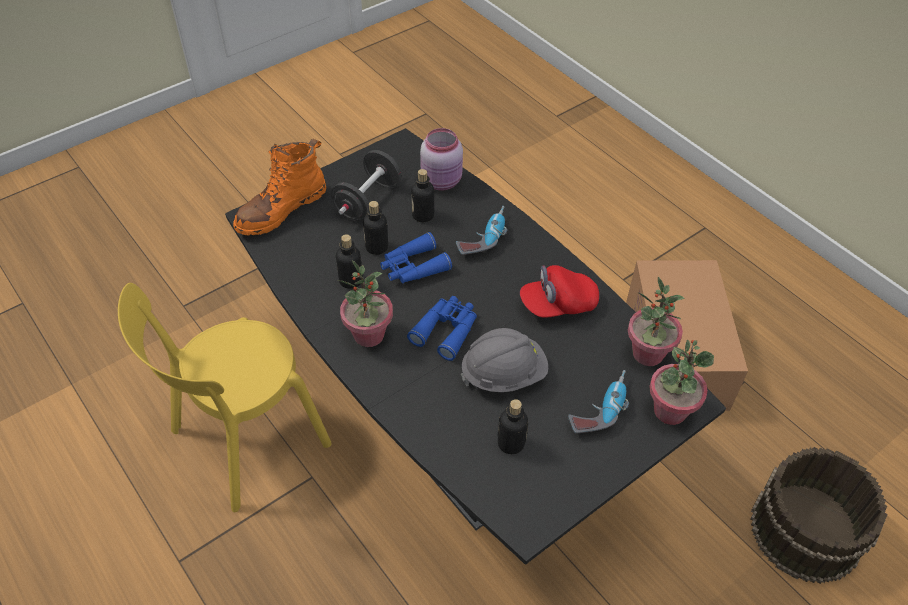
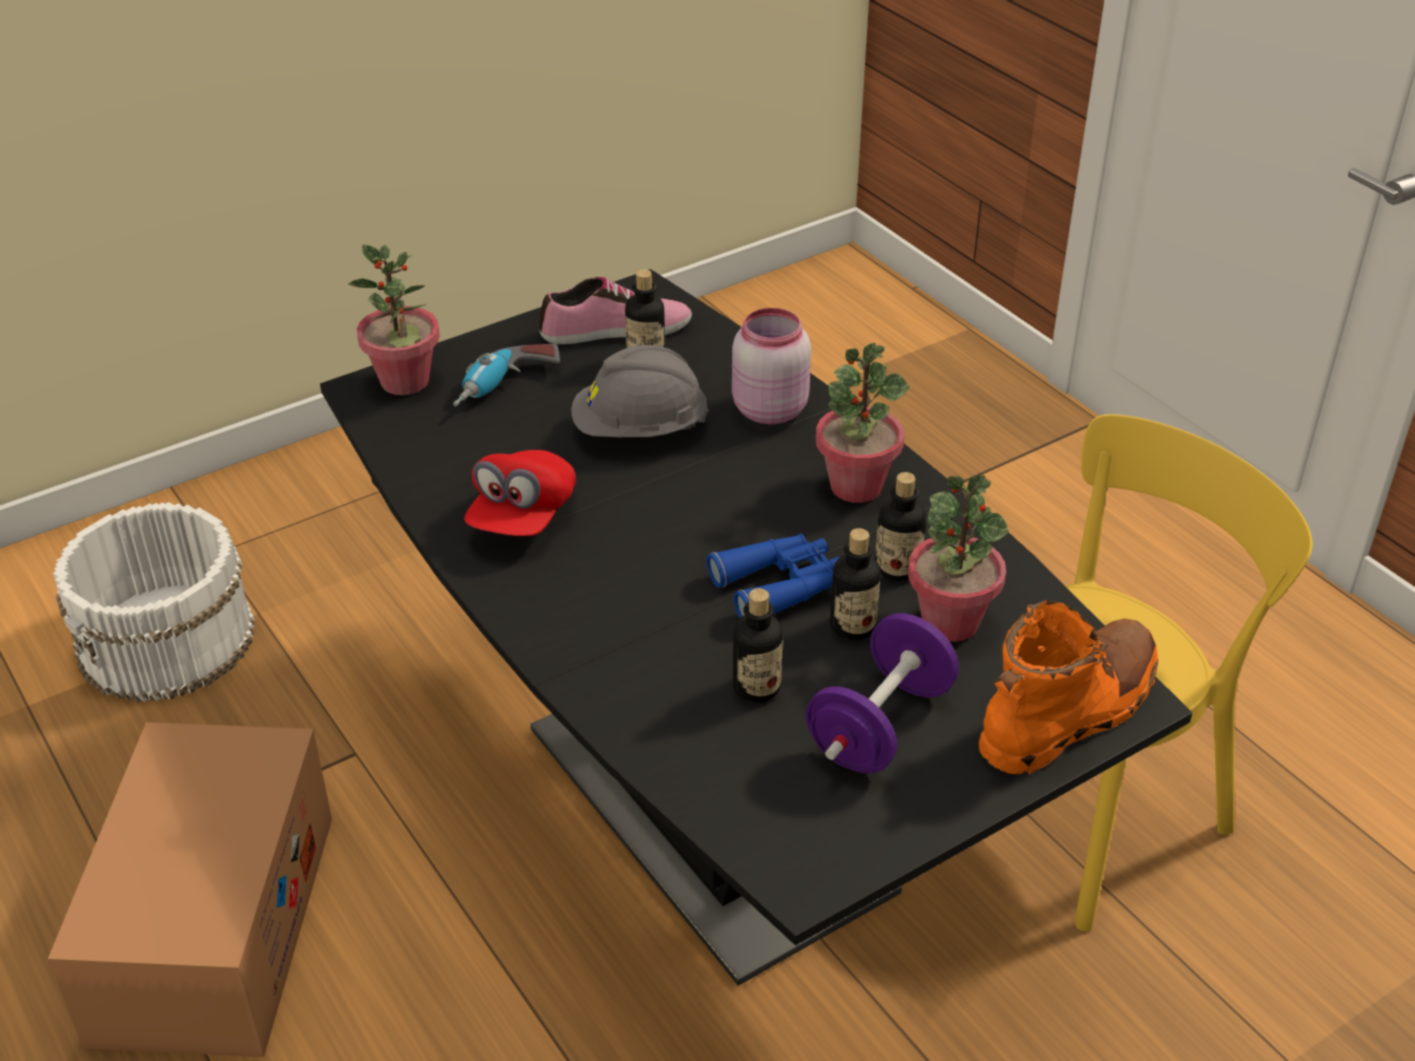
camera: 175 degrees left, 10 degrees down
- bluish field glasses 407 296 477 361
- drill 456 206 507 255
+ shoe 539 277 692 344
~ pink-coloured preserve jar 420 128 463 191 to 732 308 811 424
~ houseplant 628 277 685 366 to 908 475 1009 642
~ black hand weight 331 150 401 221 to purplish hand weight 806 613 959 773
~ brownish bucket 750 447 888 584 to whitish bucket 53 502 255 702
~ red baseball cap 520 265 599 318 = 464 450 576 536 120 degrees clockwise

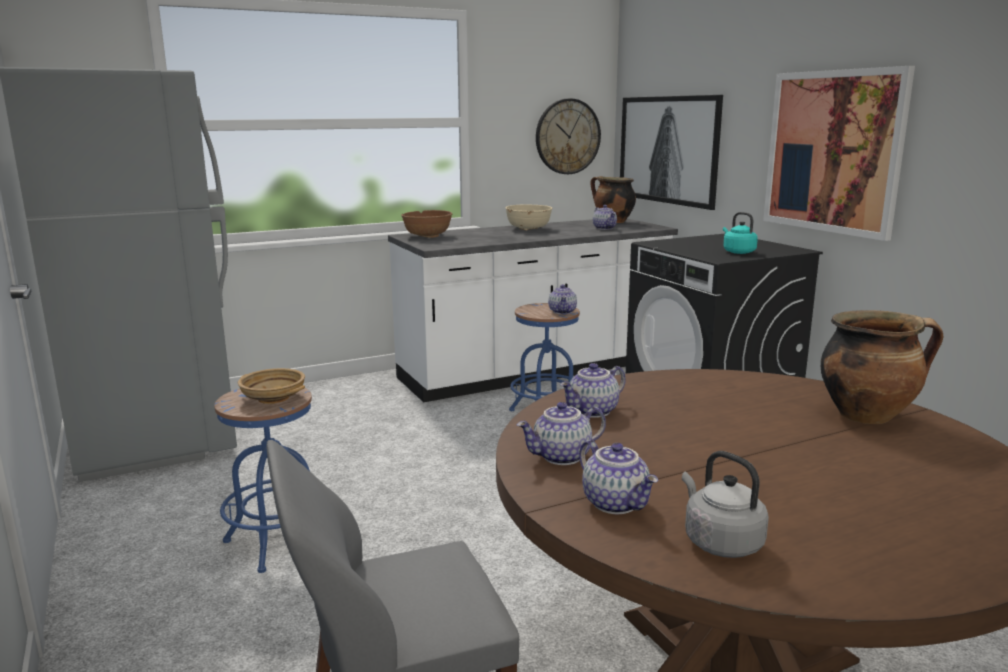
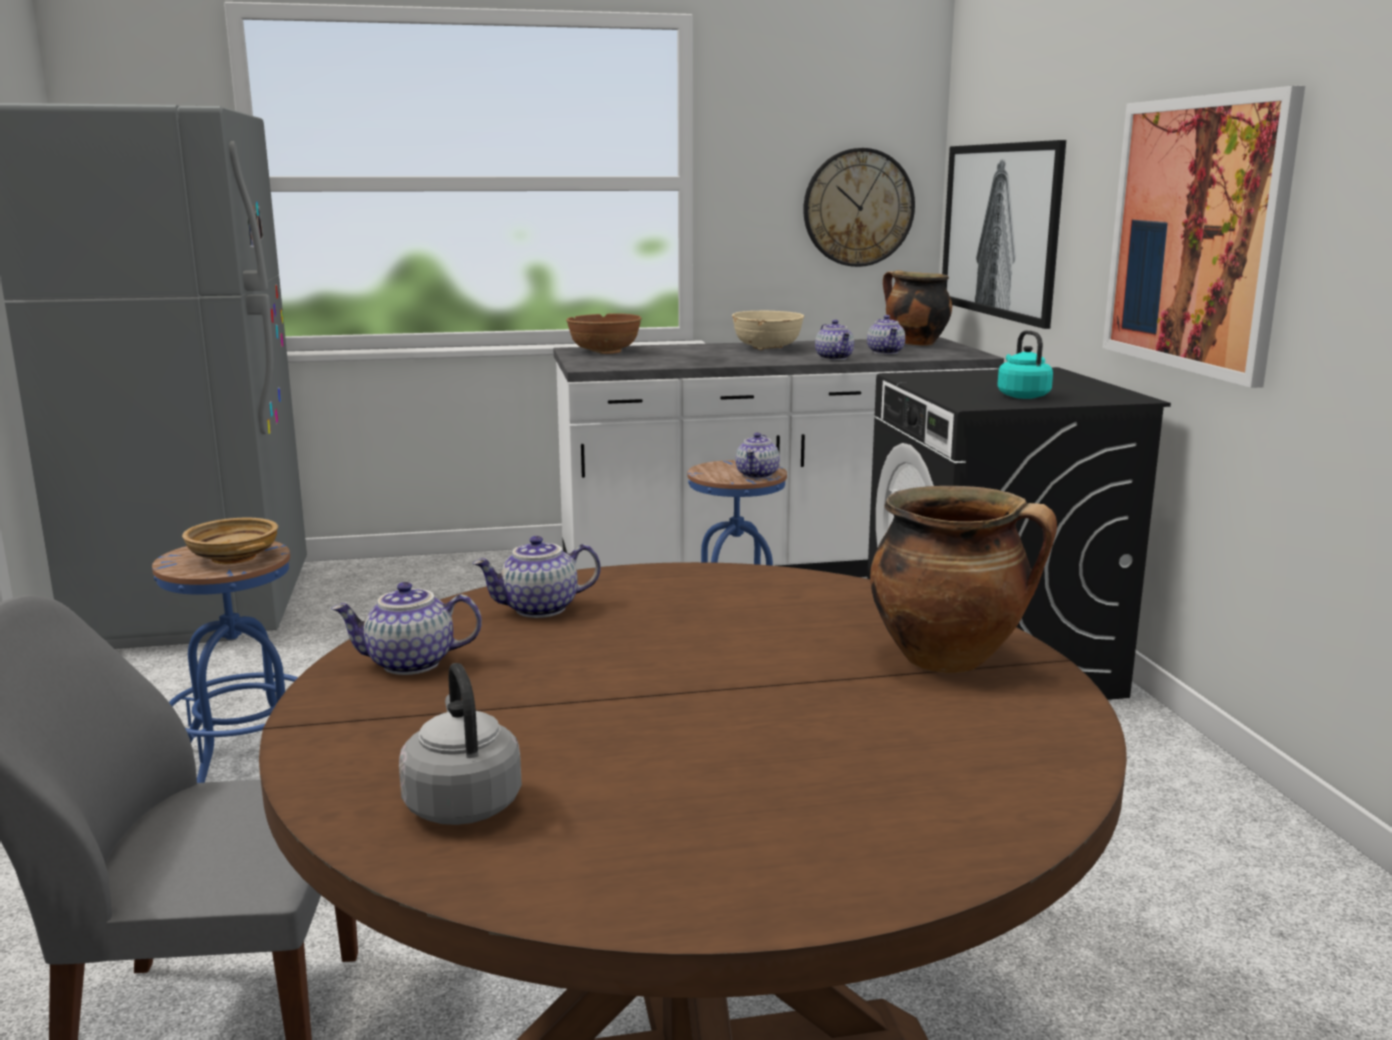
camera: 15 degrees right, 0 degrees up
~ pot for tea 579 440 658 514 to 815 320 854 360

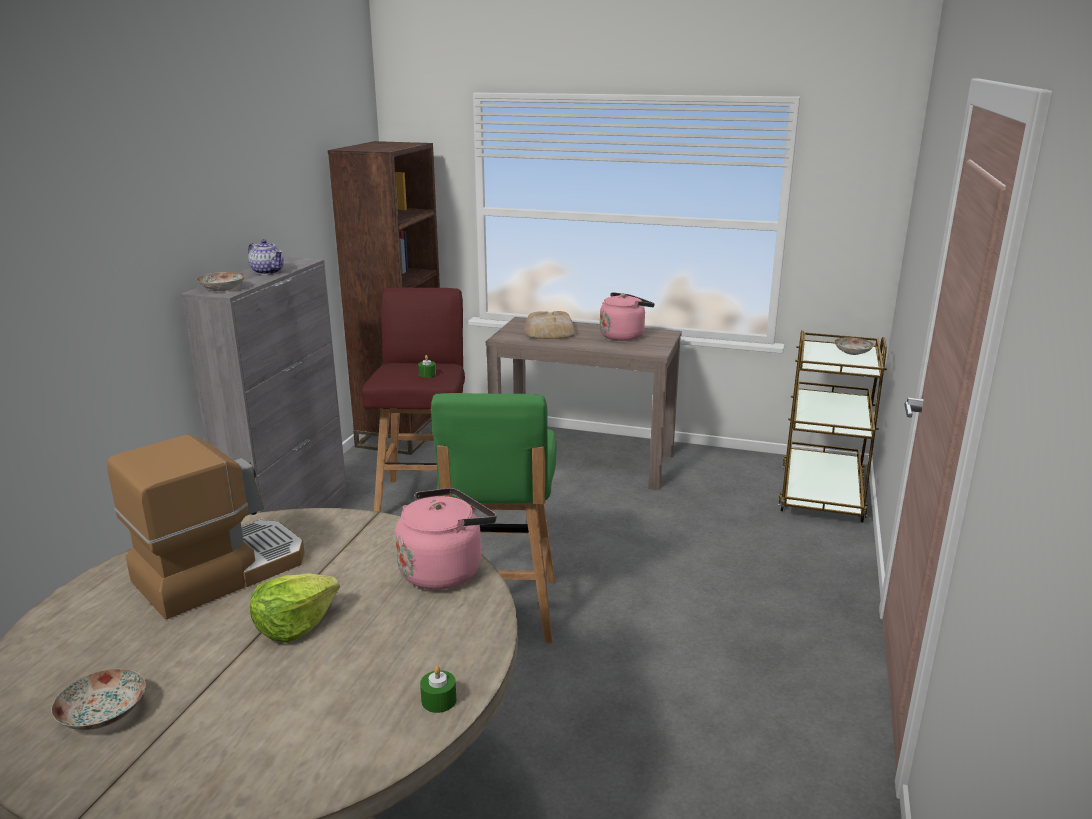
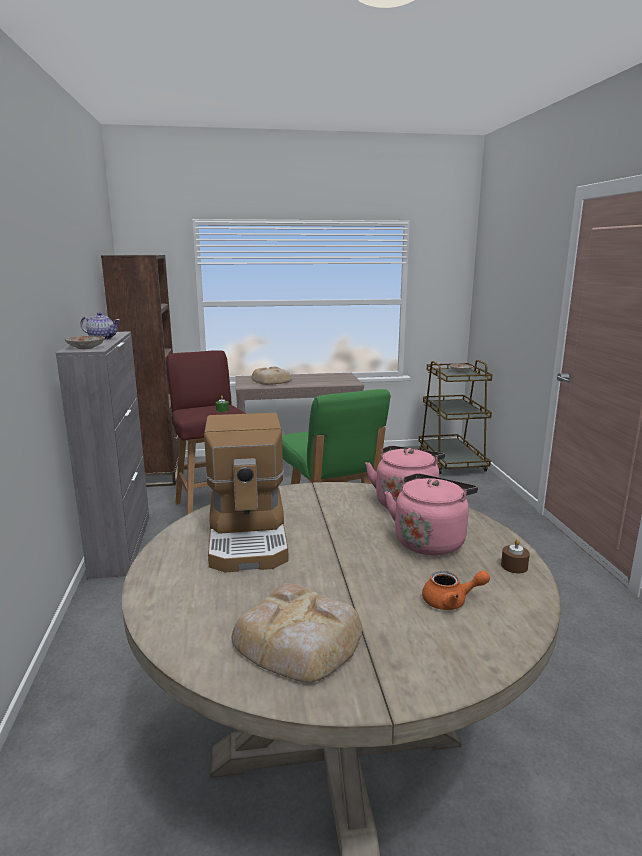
camera: 25 degrees left, 5 degrees down
- lettuce 250 573 340 643
+ orange pot for tea 422 570 490 610
~ pink-coloured tea kettle 600 292 655 341 to 385 473 478 556
~ flat dish 51 669 146 730 to baked bread 232 583 362 683
~ green-coloured wax candle 420 666 456 713 to brownish wax candle 501 539 530 573
~ coffee maker 107 434 305 619 = 204 413 289 573 150 degrees clockwise

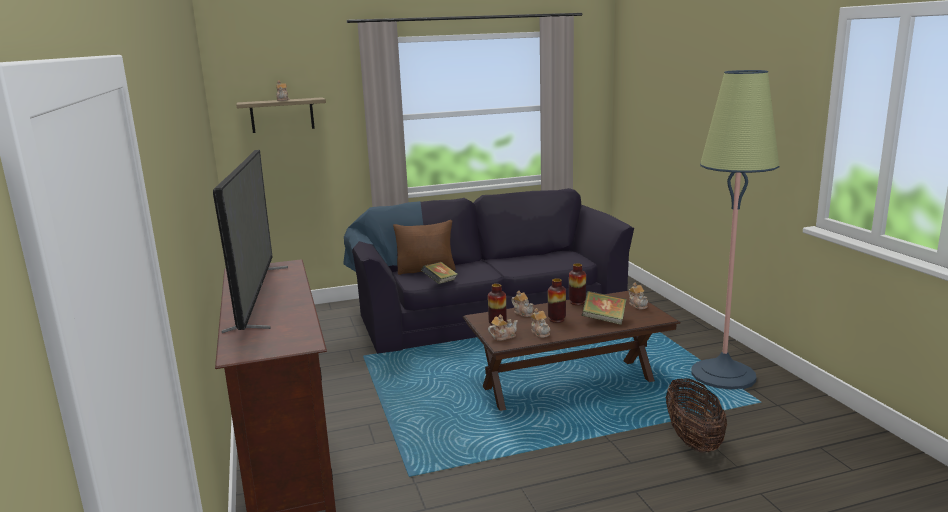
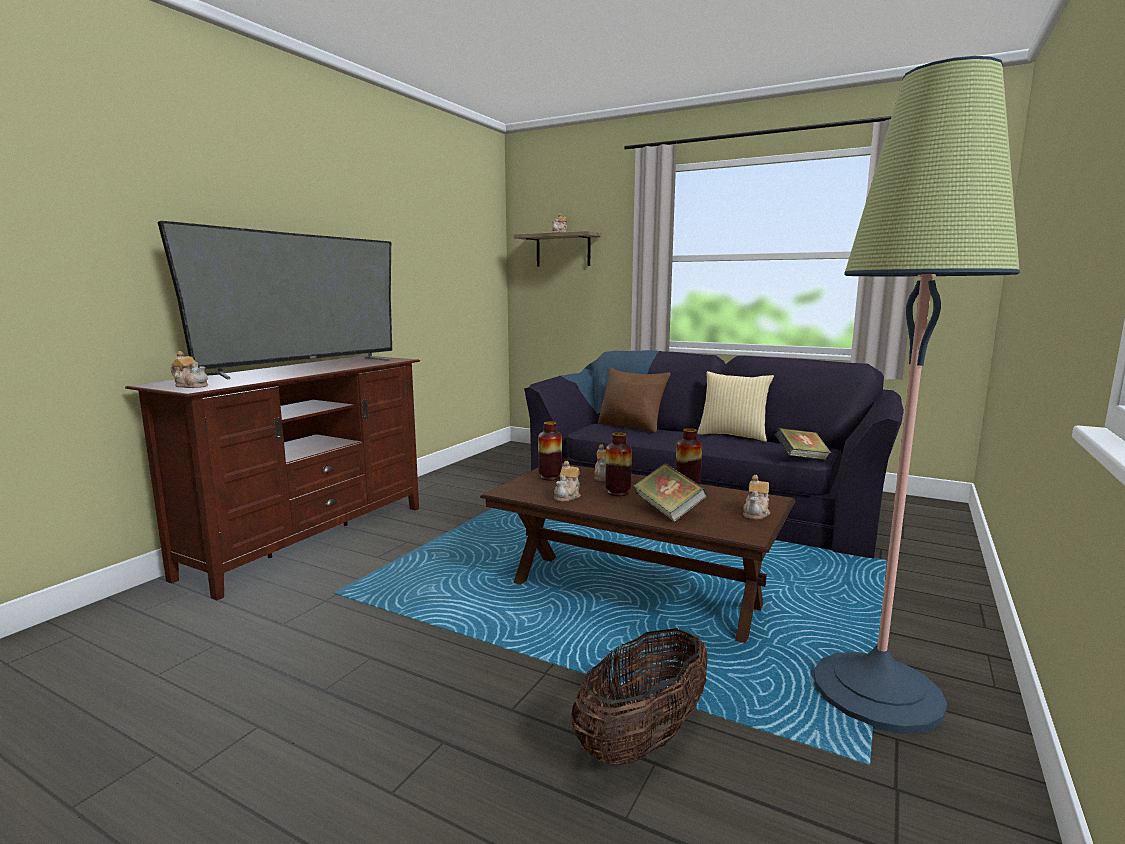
camera: 45 degrees right, 5 degrees down
+ throw pillow 697 371 774 442
~ bound book 421 262 458 284 to 774 428 831 460
~ pot for tea 488 315 518 341 to 171 351 208 388

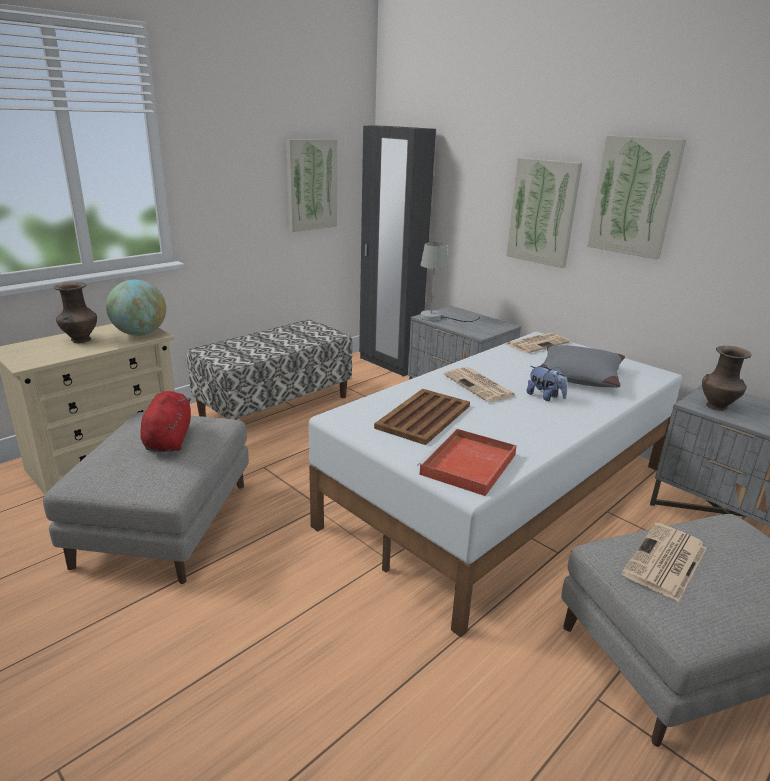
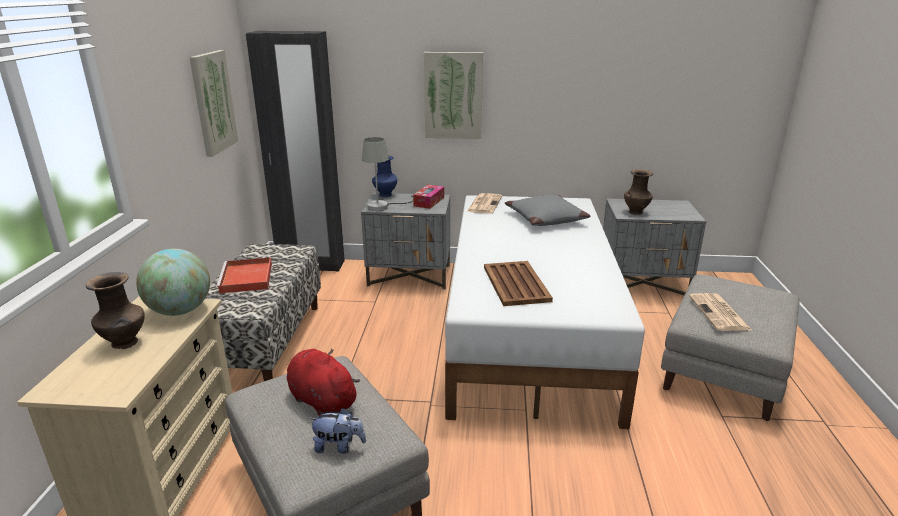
camera: 40 degrees left, 0 degrees up
- printed paper 444 367 516 402
- picture 587 135 686 259
+ bluish decorative vase 372 155 397 197
+ box of tissues 413 185 444 209
~ red serving tray 417 428 517 496 to 216 258 272 294
~ soft toy 527 366 568 401 to 308 408 366 454

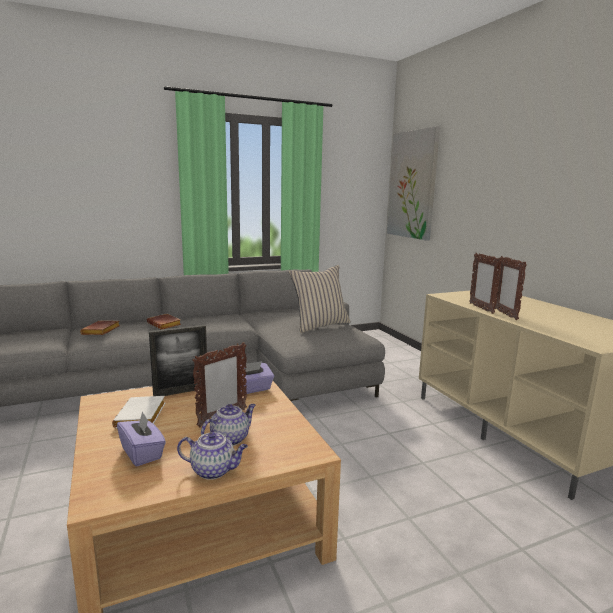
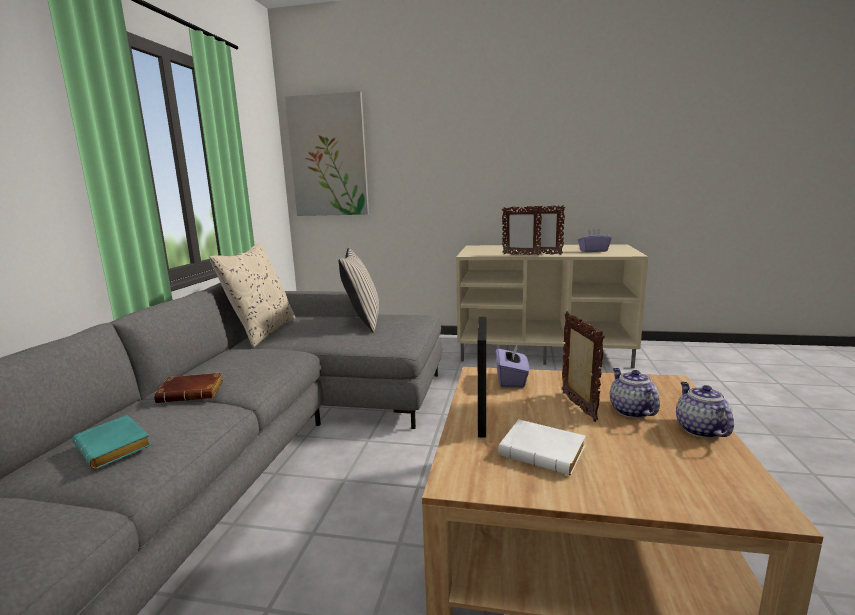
camera: 55 degrees left, 0 degrees up
+ sand-coloured throw pillow 209 243 295 347
~ purplish box of tissues 117 411 166 467 to 578 229 612 252
~ brownish bound book 80 320 120 335 to turquoise bound book 72 415 152 469
~ pot for tea 177 432 248 480 = 676 382 734 438 45 degrees counterclockwise

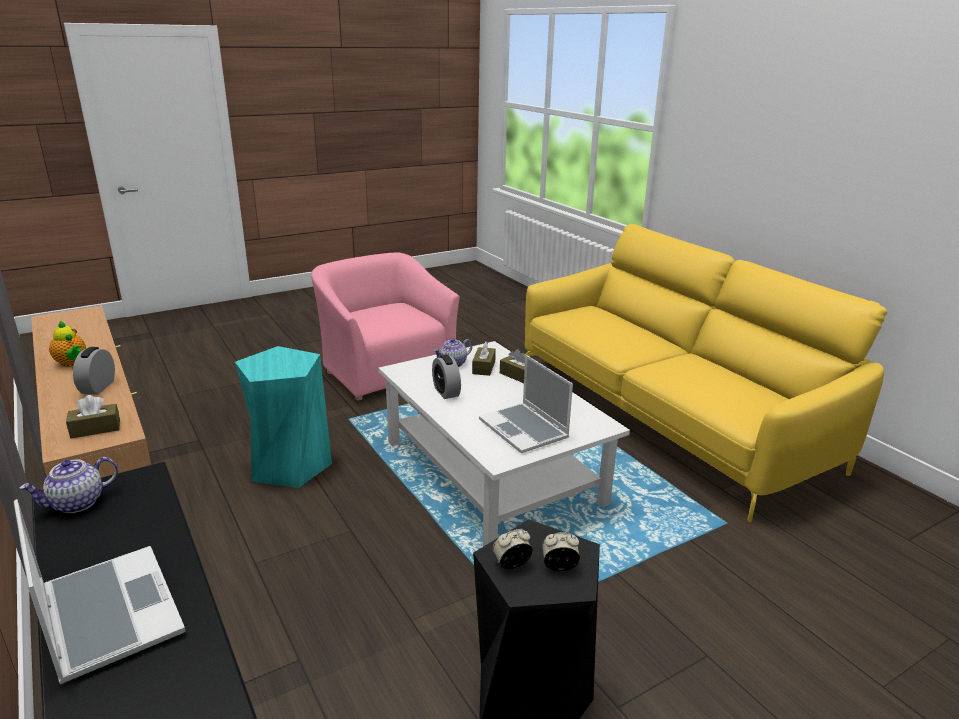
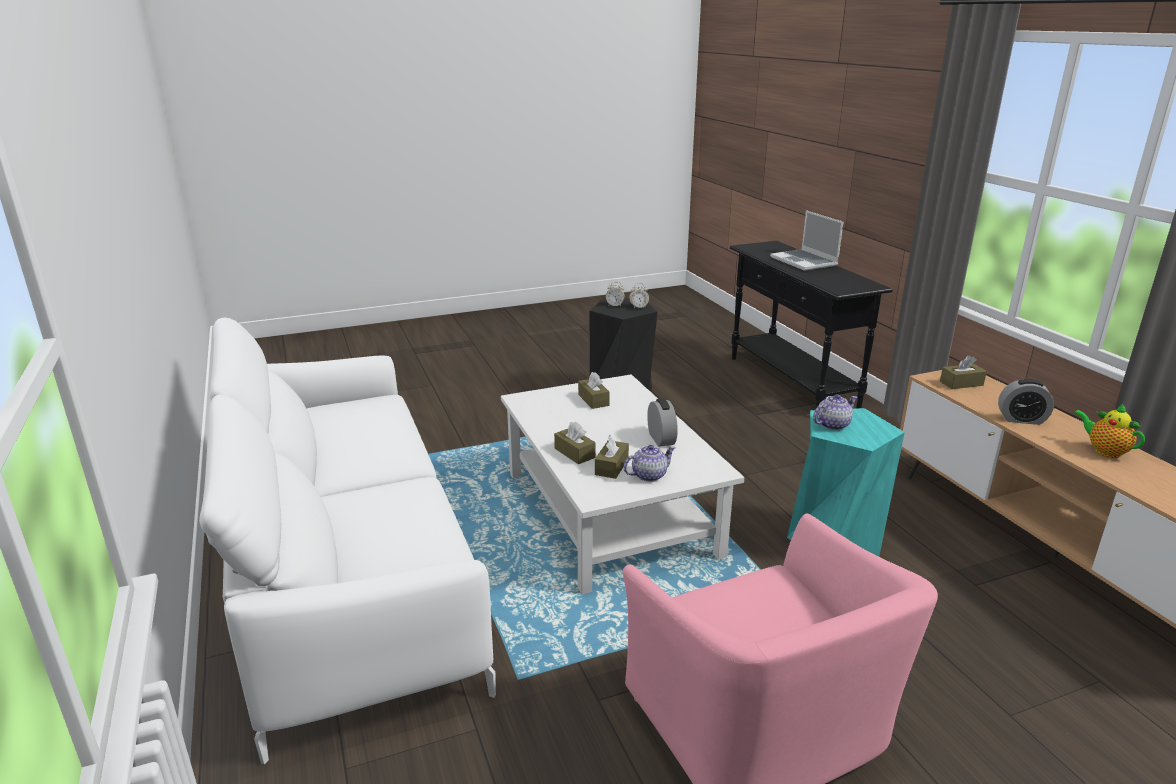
camera: 170 degrees left, 0 degrees up
~ pot for tea 19 457 118 513 to 813 394 858 430
~ notebook computer 479 355 573 453 to brownish box of tissues 578 372 610 409
~ yellowish sofa 525 224 887 522 to whitish sofa 199 318 496 764
~ alarm clock 73 347 115 394 = 998 379 1054 425 90 degrees clockwise

